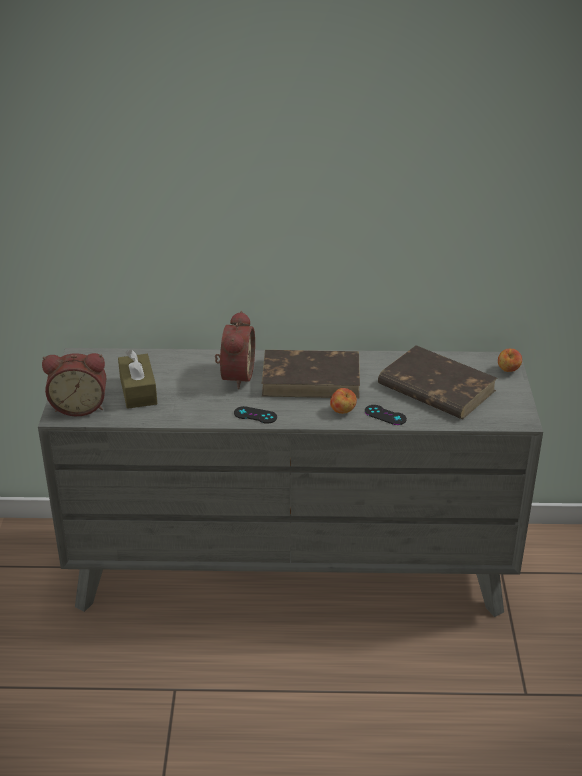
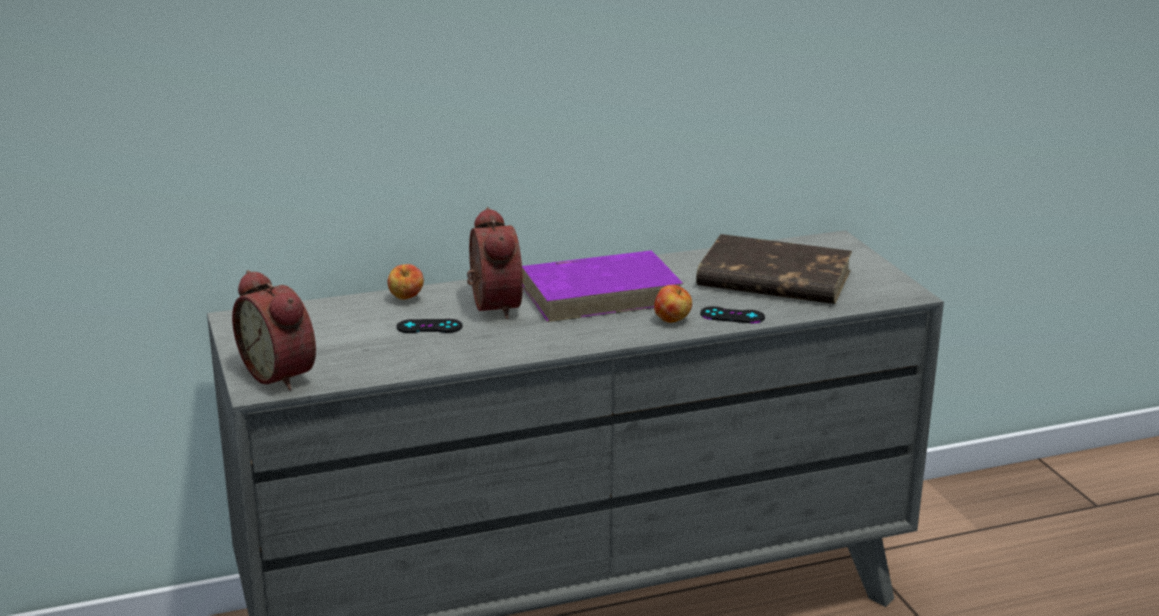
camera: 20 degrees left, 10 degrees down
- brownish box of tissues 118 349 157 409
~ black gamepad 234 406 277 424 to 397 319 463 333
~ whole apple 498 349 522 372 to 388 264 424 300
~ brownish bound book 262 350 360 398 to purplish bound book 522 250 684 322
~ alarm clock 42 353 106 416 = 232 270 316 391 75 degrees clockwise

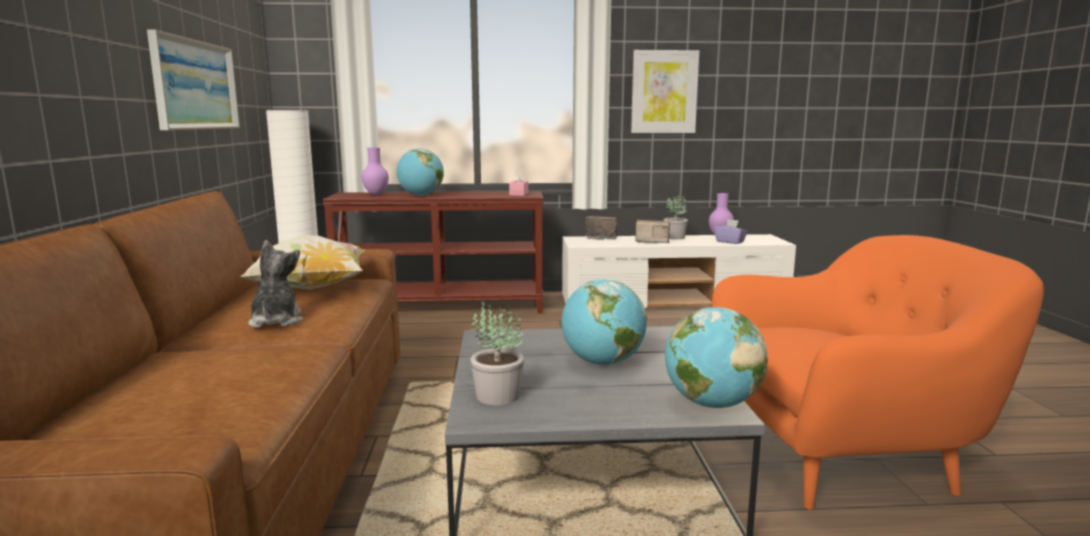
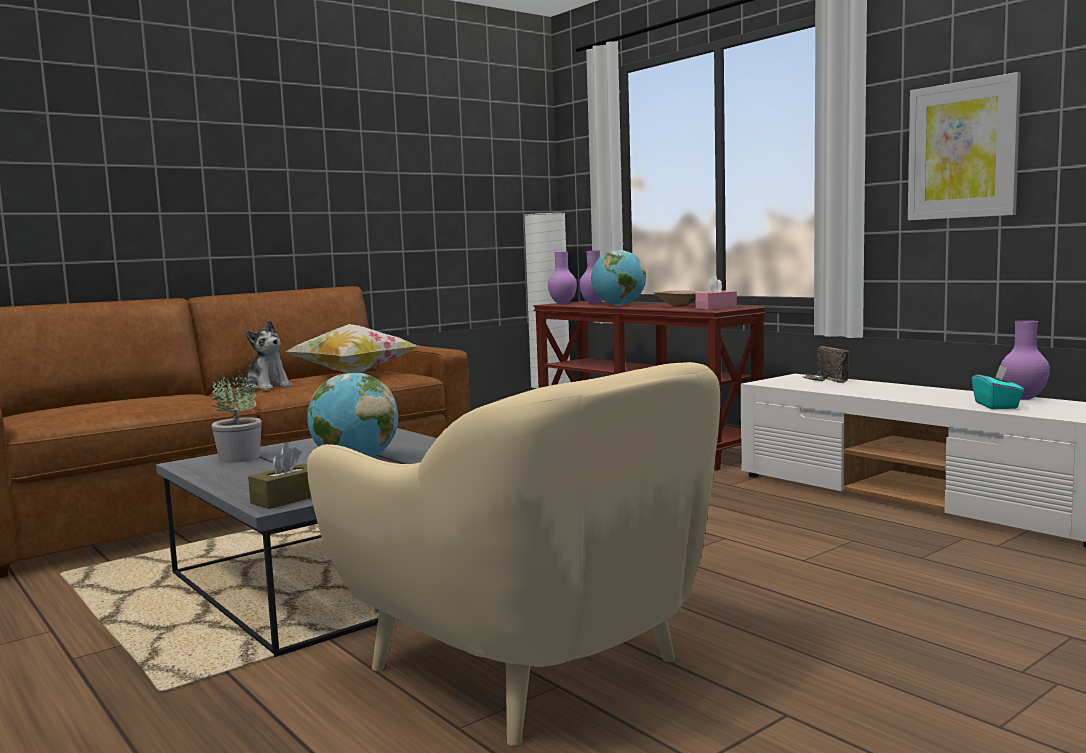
camera: 55 degrees right, 5 degrees down
- picture 147 29 240 130
- radio receiver 635 220 670 243
- houseplant 664 196 688 239
+ purplish decorative vase 548 252 577 304
+ sand-coloured serving bowl 653 290 703 307
~ desk globe 665 307 768 408 to brownish box of tissues 248 445 311 509
~ orange armchair 712 235 1044 510 to sand-coloured armchair 307 362 720 746
~ purplish box of tissues 714 219 748 244 to turquoise box of tissues 972 365 1024 409
~ soft toy 248 240 303 328 = 245 320 293 390 90 degrees clockwise

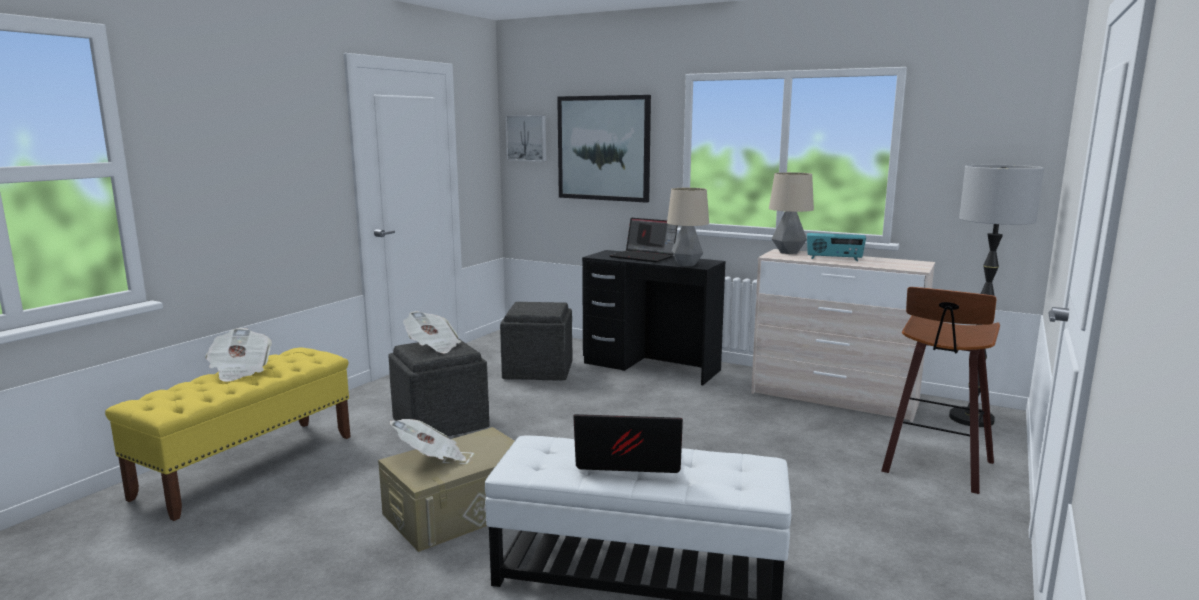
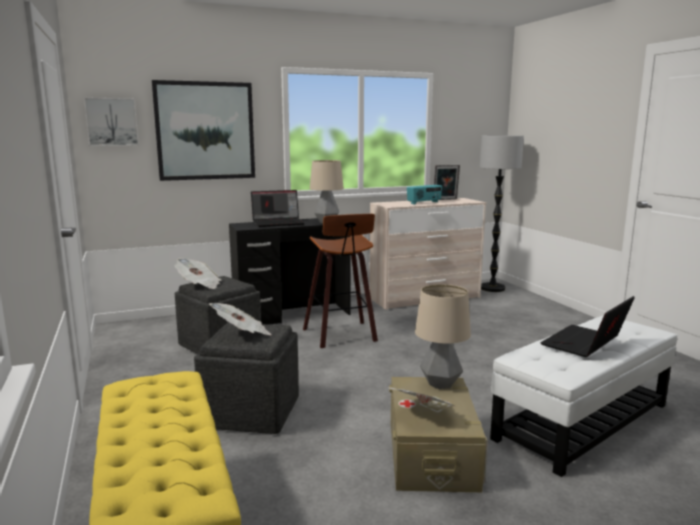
camera: 50 degrees left, 0 degrees up
+ photo frame 434 165 460 200
~ printed paper 205 328 272 382 to 174 258 222 289
~ table lamp 769 172 814 254 to 415 284 471 389
~ stool 881 287 1000 494 to 303 214 378 348

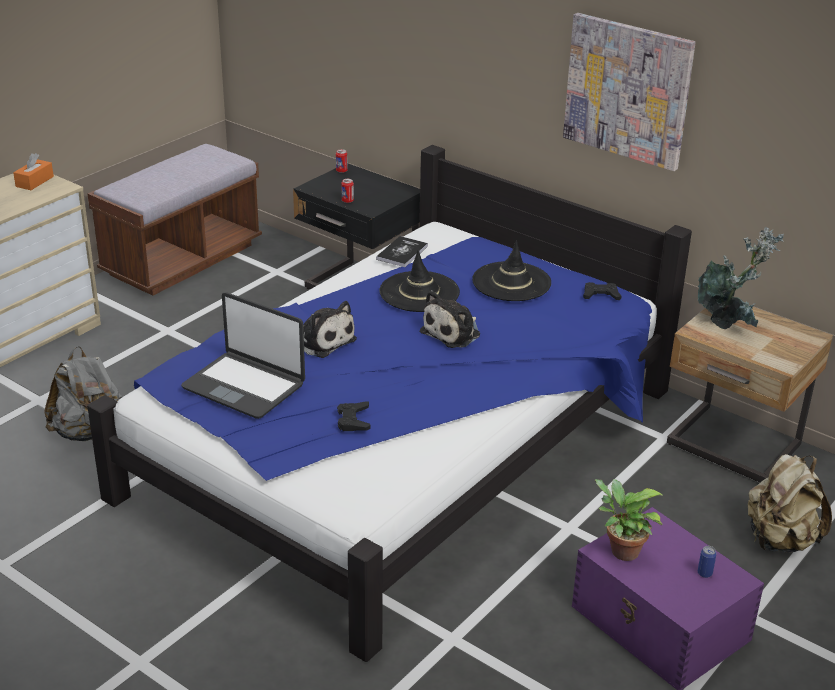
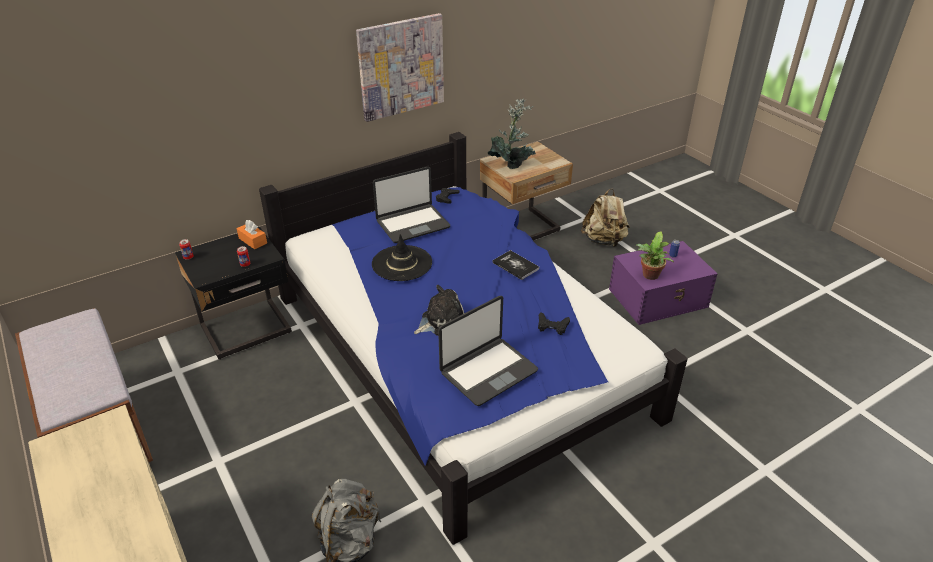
camera: 70 degrees left, 5 degrees up
- soft toy 420 290 480 348
~ orange box of tissues 13 153 54 190 to 237 220 267 249
~ bound book 376 236 428 267 to 492 250 539 280
~ black clothing hat 472 240 551 301 to notebook computer 373 167 450 243

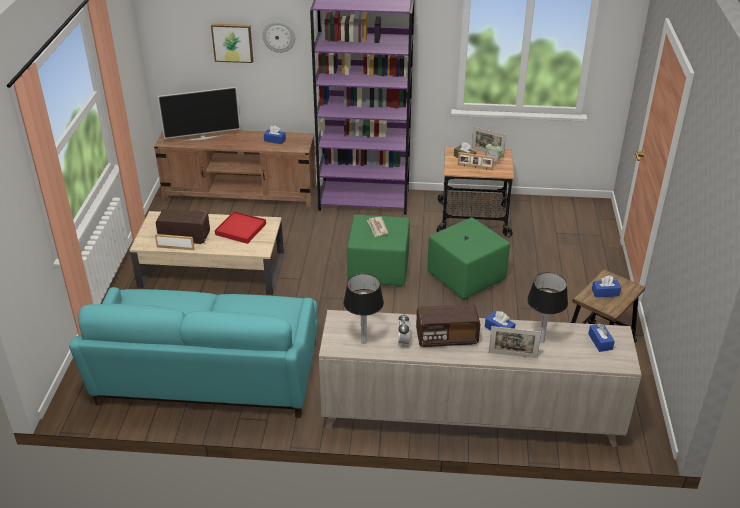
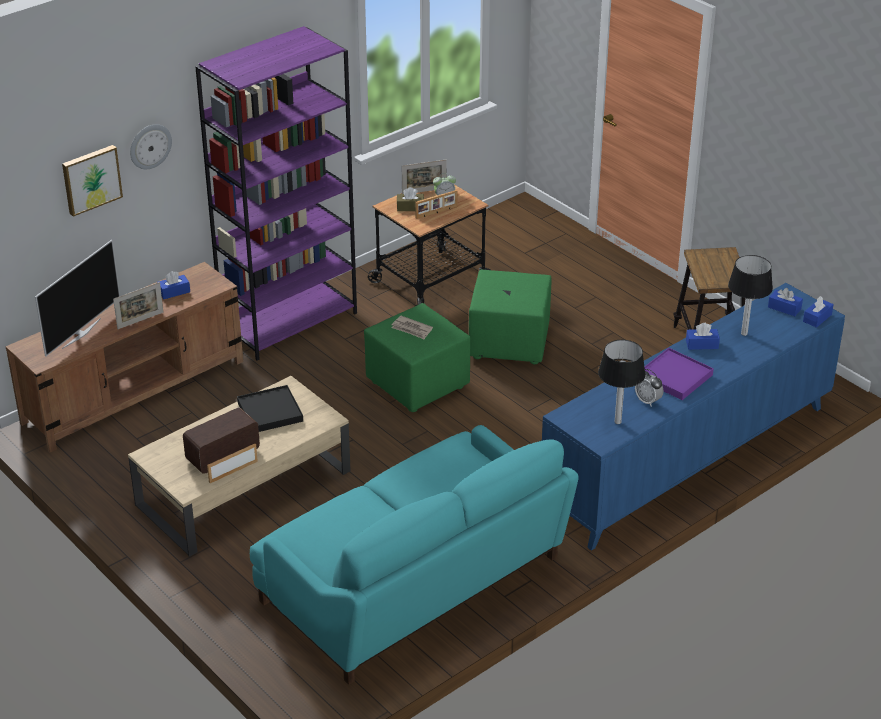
camera: 45 degrees left, 0 degrees up
~ photo frame 489 326 541 358 to 113 282 163 329
~ bluish box of tissues 592 275 621 297 to 803 296 834 328
~ radio receiver 416 304 480 347 to purplish serving tray 644 348 714 400
~ red serving tray 215 211 266 244 to black serving tray 237 385 303 432
~ sand-coloured cabinet 319 310 642 447 to bluish cabinet 542 283 845 551

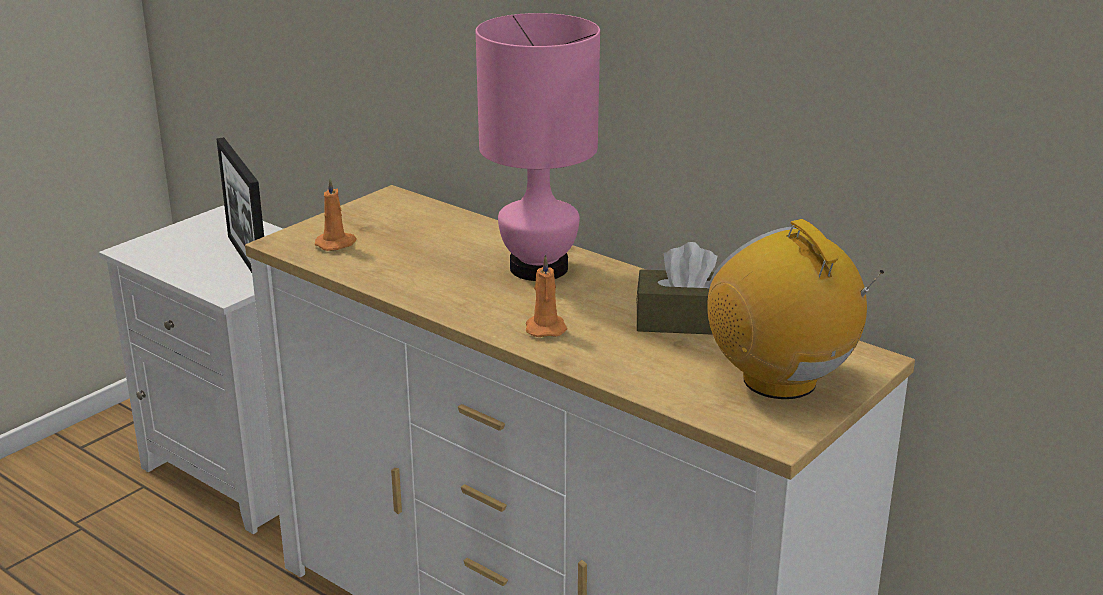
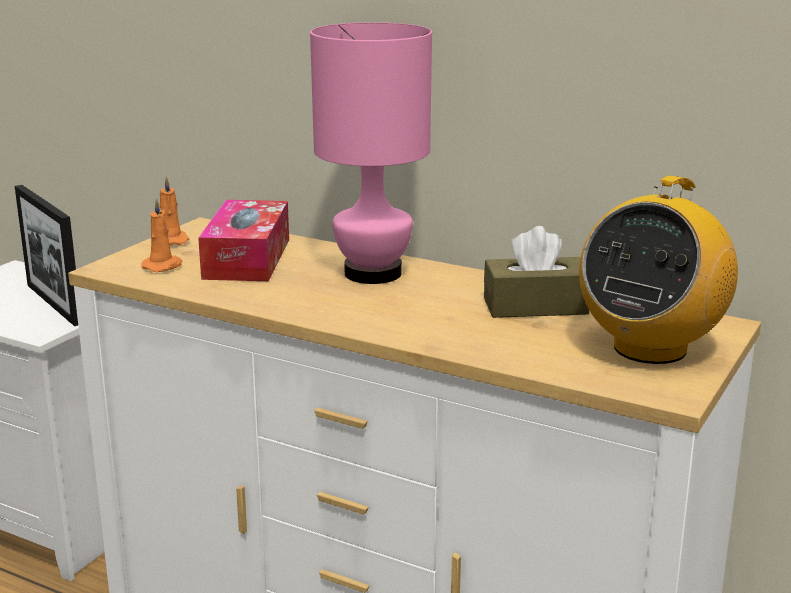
camera: 10 degrees left, 5 degrees down
+ box of tissues 198 200 289 281
~ orange wax candle 526 255 567 337 to 159 176 189 245
~ radio receiver 707 219 884 399 = 579 176 738 364 105 degrees counterclockwise

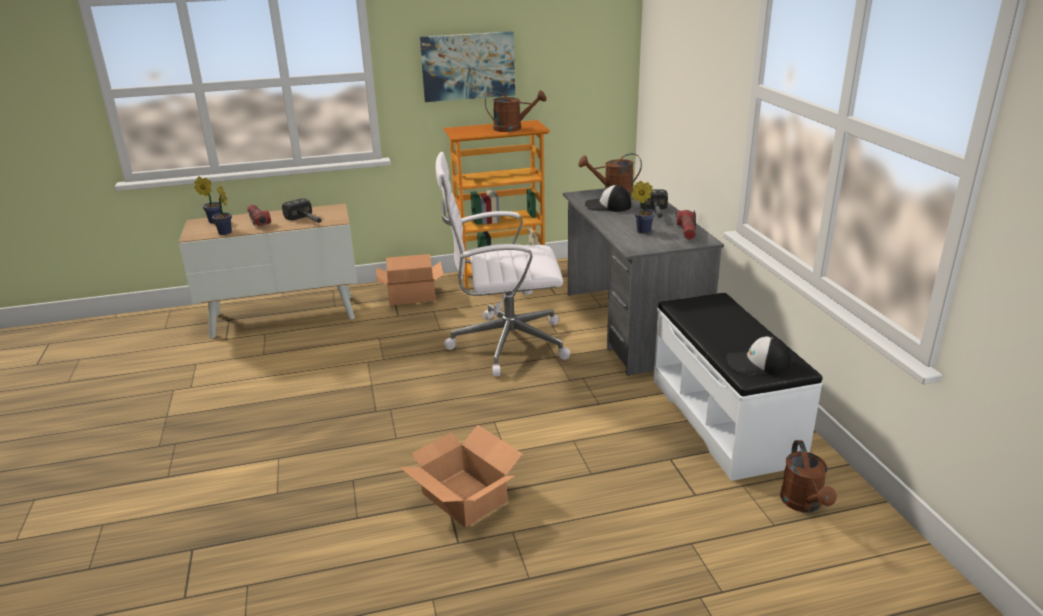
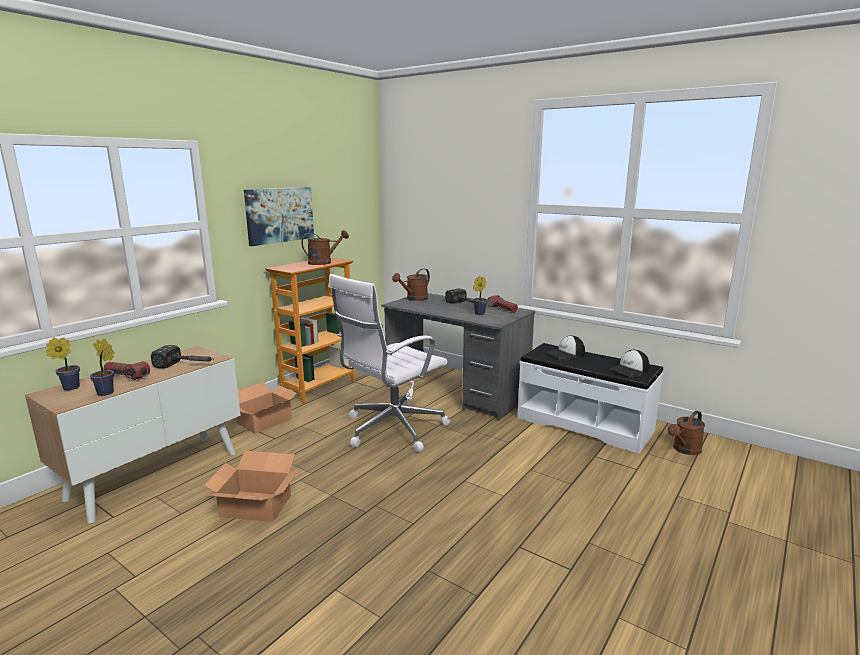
camera: 40 degrees left, 10 degrees down
~ packing box 399 425 523 528 to 204 451 299 522
~ baseball cap 585 185 631 212 to 547 335 585 360
~ brownish watering can 780 440 837 513 = 668 411 705 455 90 degrees clockwise

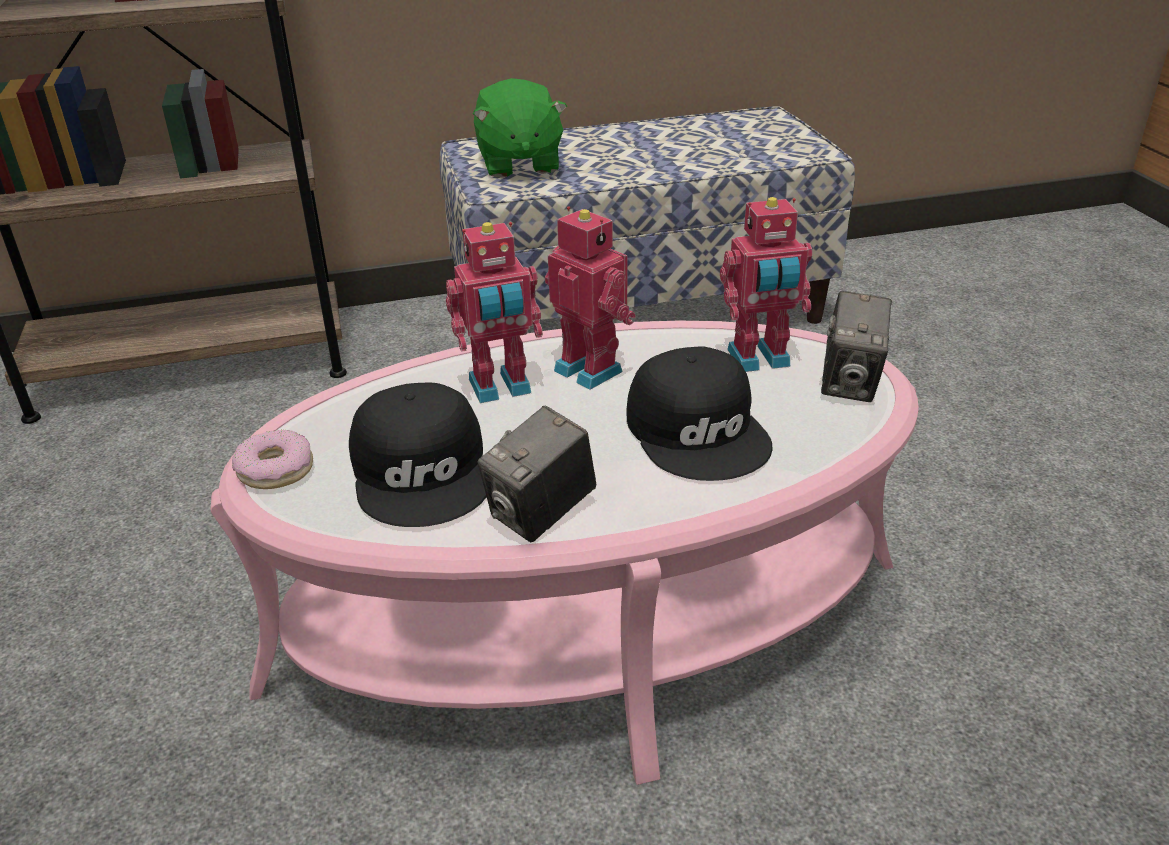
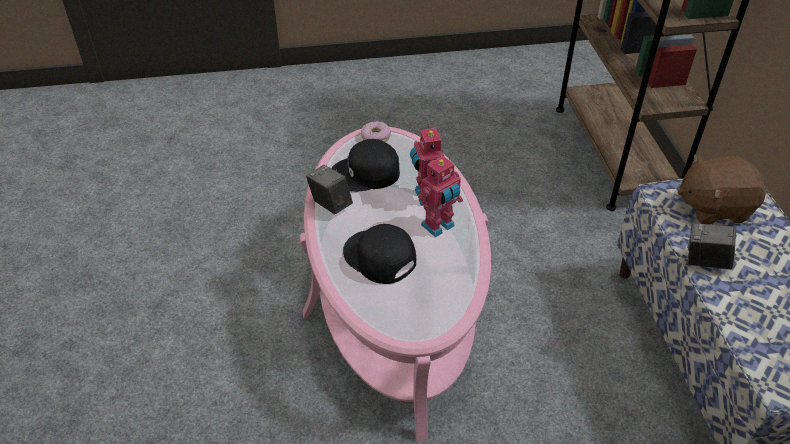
camera: 95 degrees right, 10 degrees up
- robot figure 720 197 812 372
~ still camera 821 291 892 402 to 687 223 736 270
~ green-coloured soft toy 473 78 567 178 to brownish soft toy 678 154 766 224
~ black baseball cap 626 347 772 481 = 343 224 416 284 60 degrees clockwise

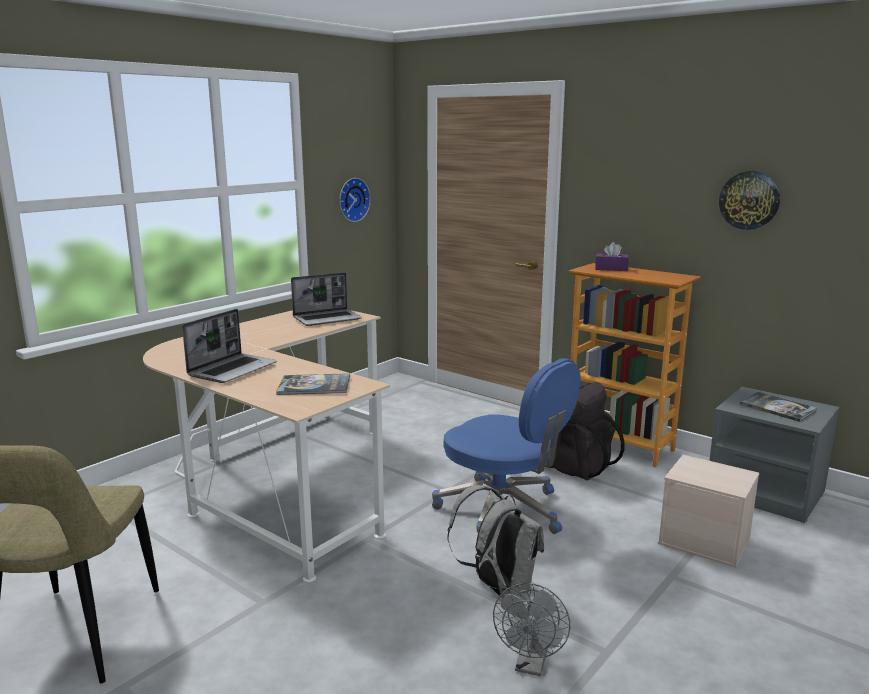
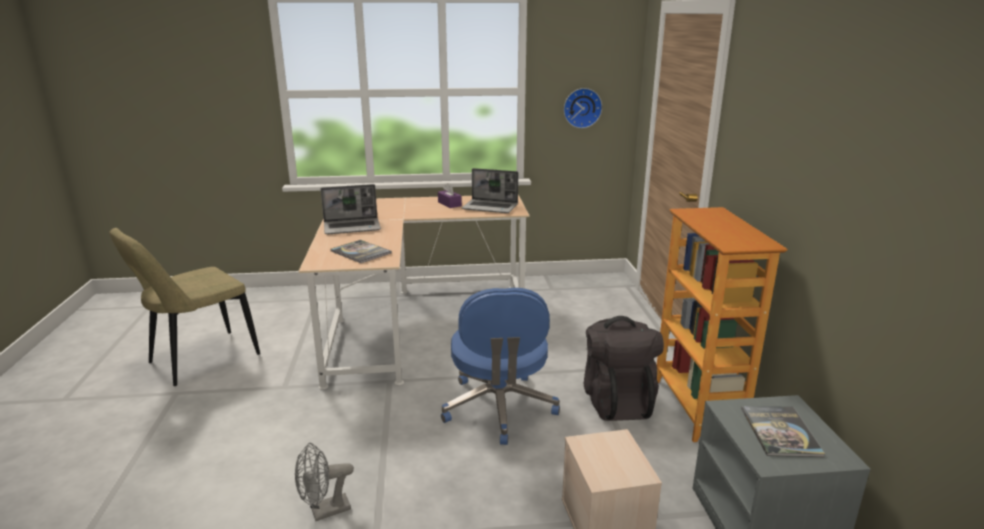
camera: 45 degrees right, 5 degrees up
- gray rucksack 447 485 544 598
- wall clock 719 171 780 230
~ purplish box of tissues 595 242 629 271 to 438 183 462 208

